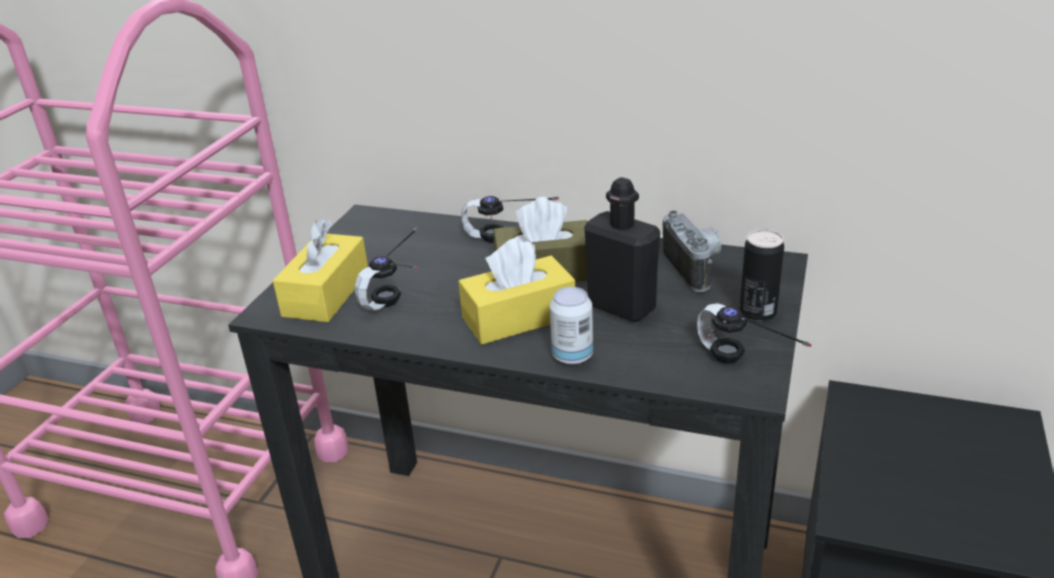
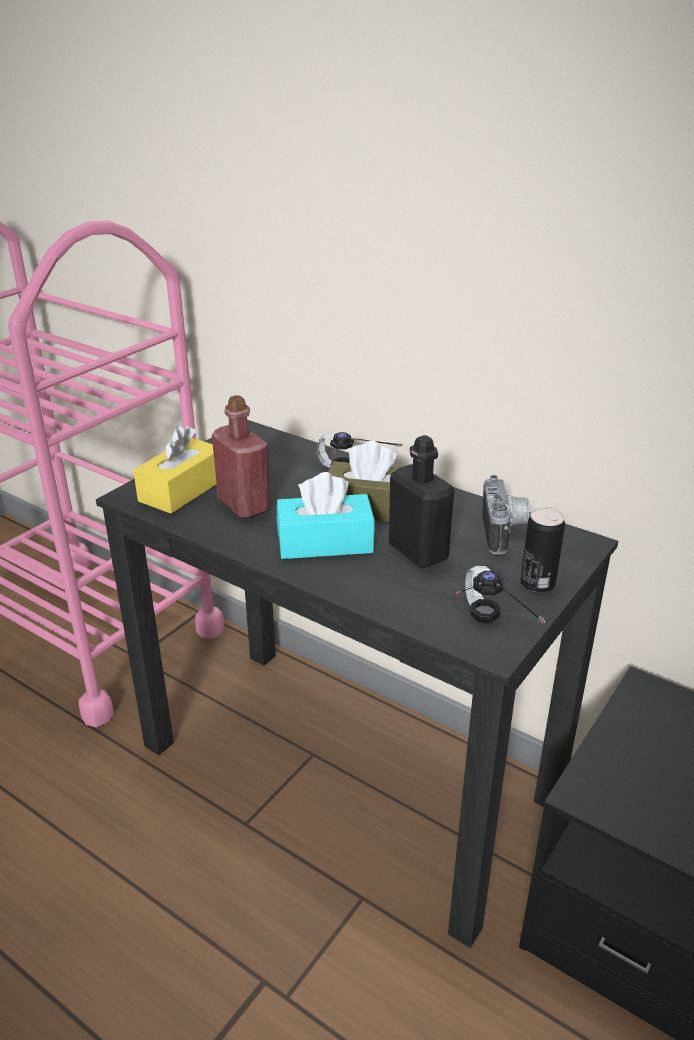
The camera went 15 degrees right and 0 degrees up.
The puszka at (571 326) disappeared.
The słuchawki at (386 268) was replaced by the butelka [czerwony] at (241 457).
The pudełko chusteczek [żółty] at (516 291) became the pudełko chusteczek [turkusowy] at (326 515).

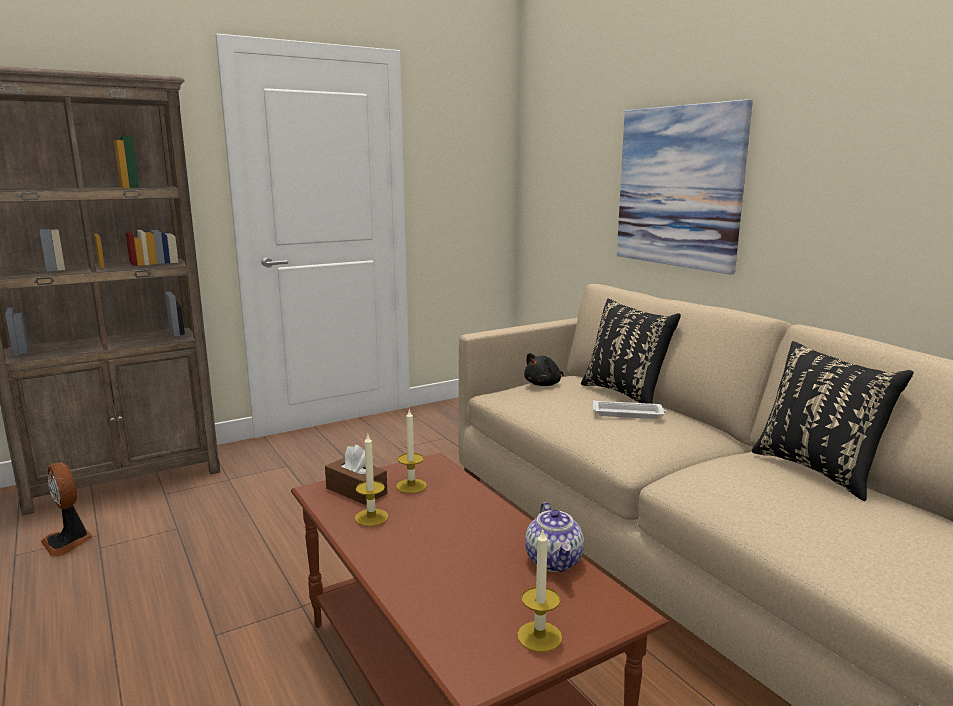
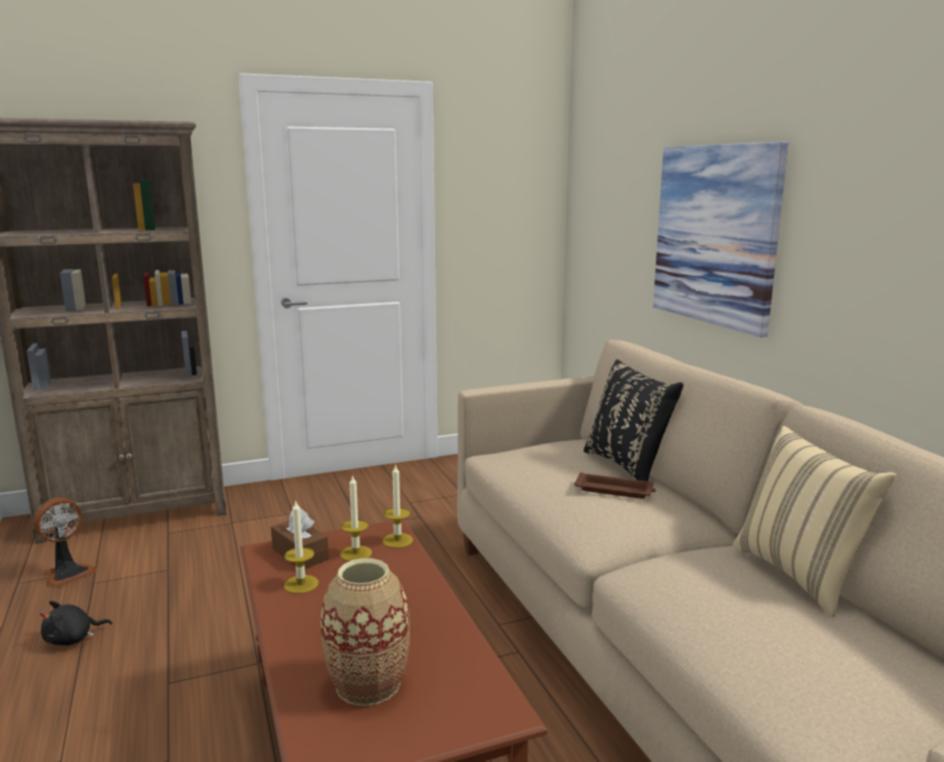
The camera went 10 degrees right and 0 degrees up.
The imbryk at (554 537) disappeared.
The wazon at (365 632) appeared.
The świeca moved from (539 590) to (397 506).
The pluszak [czarny] moved from (544 369) to (76 623).
The taca [biały] at (629 409) became the taca [brązowy] at (615 485).
The poduszka [czarny] at (833 421) became the poduszka [beżowy] at (814 521).
The wentylator at (67 510) turned 105 degrees counterclockwise.

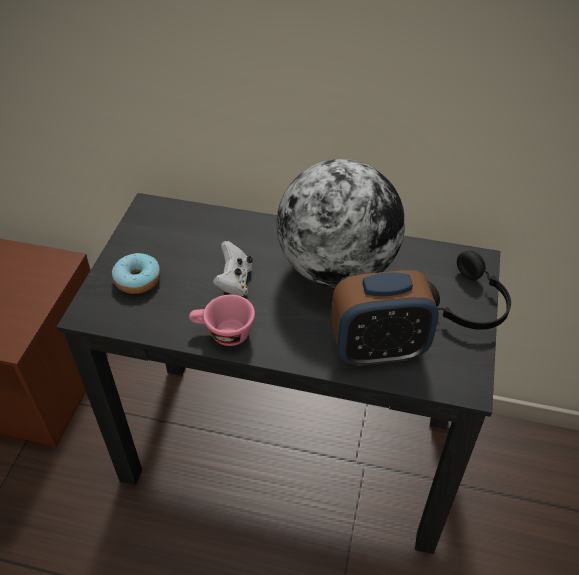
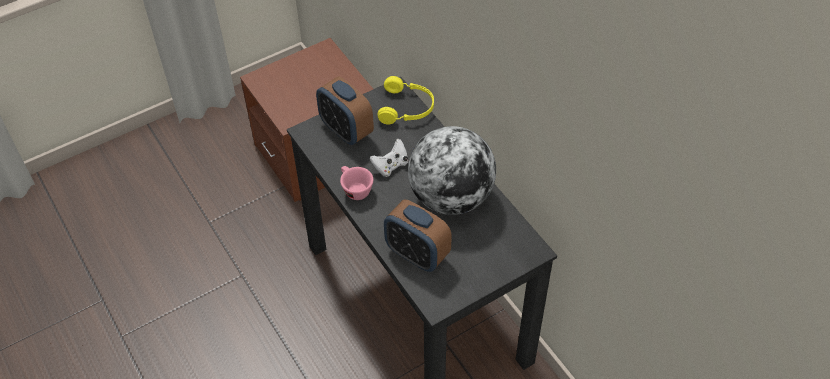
The camera went 45 degrees right and 5 degrees up.
The słuchawki [czarny] at (469 290) disappeared.
The słuchawki [żółty] at (406 100) appeared.
The donut at (136 273) was replaced by the budzik at (345 110).

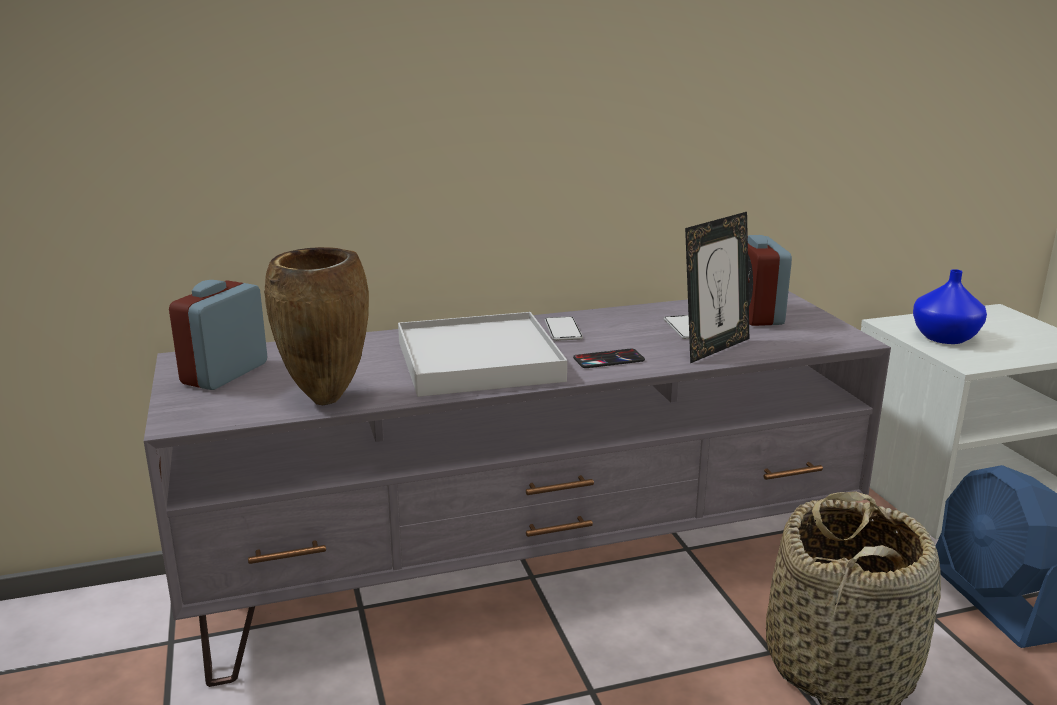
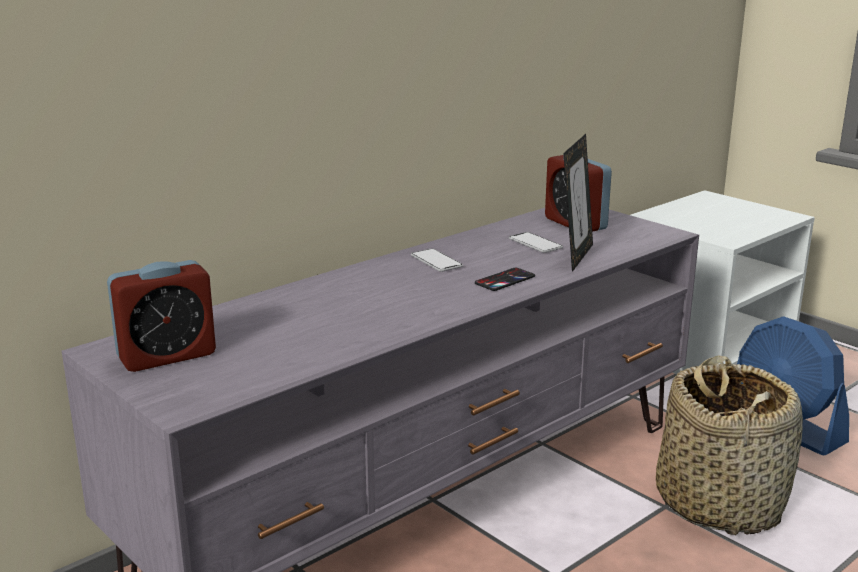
The camera went 25 degrees left and 0 degrees up.
The wazon [brązowy] at (316 326) disappeared.
The taca [biały] at (482 354) disappeared.
The wazon [niebieski] at (950 306) disappeared.
The budzik at (218 335) turned 120 degrees counterclockwise.

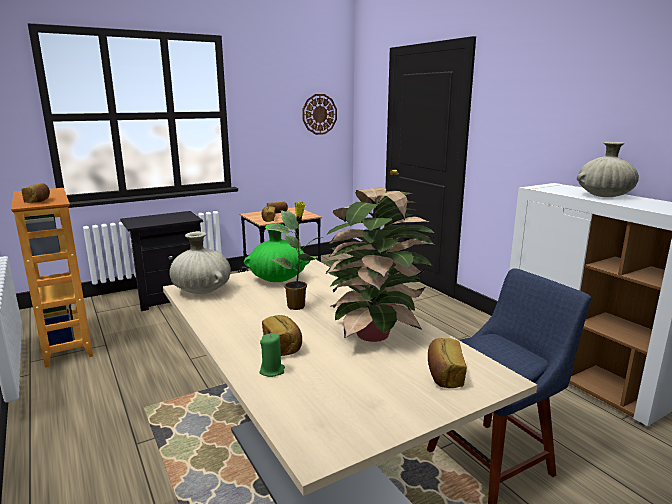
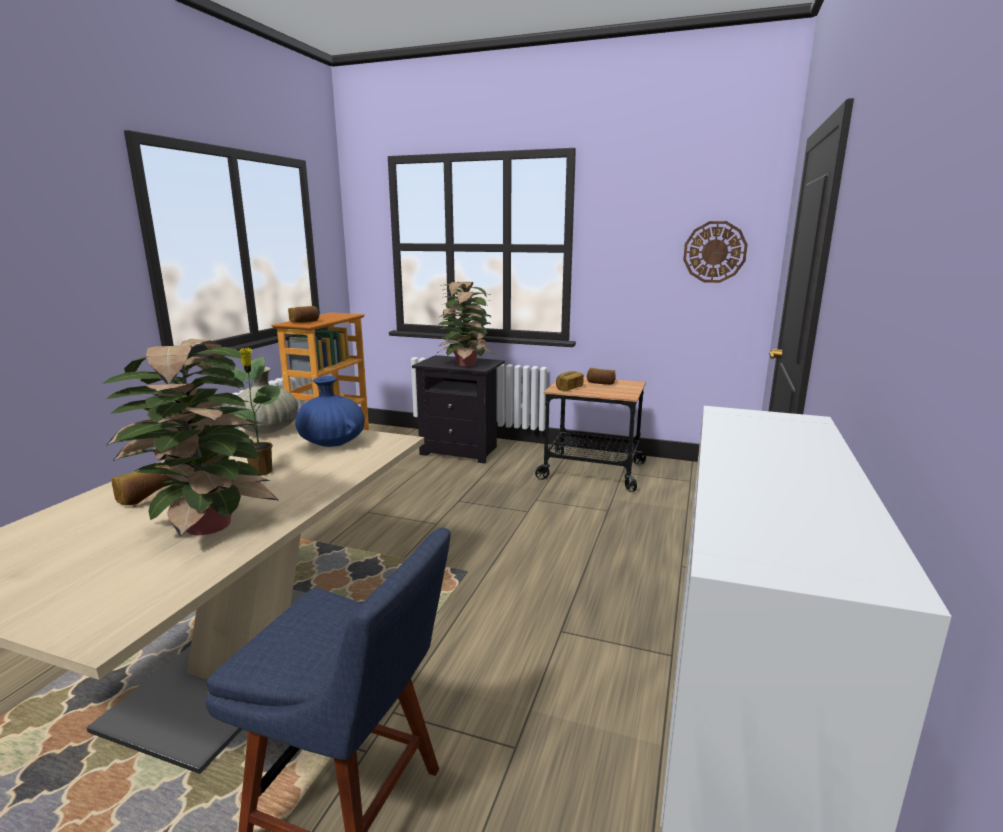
The camera went 50 degrees right and 0 degrees up.
The świeca [zielony] at (272 355) disappeared.
The chleb at (447 363) disappeared.
The wazon [beżowy] at (608 169) disappeared.
The roślina doniczkowa at (465 324) appeared.
The wazon [zielony] at (277 253) became the wazon [niebieski] at (330 411).

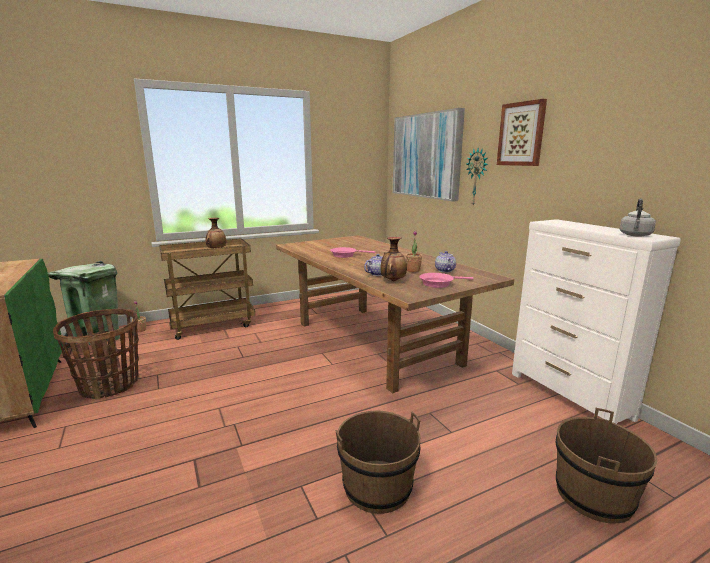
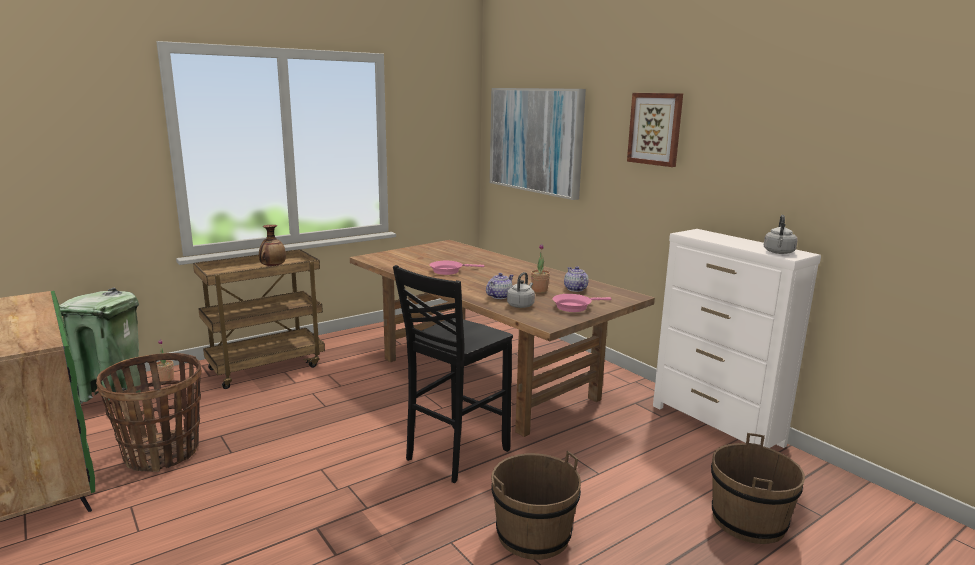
The camera went 10 degrees left and 0 degrees up.
The zegar ścienny at (477 177) disappeared.
The stołek [czarny] at (453 374) appeared.
The wazon at (393 259) was replaced by the czajnik [szary] at (521 290).

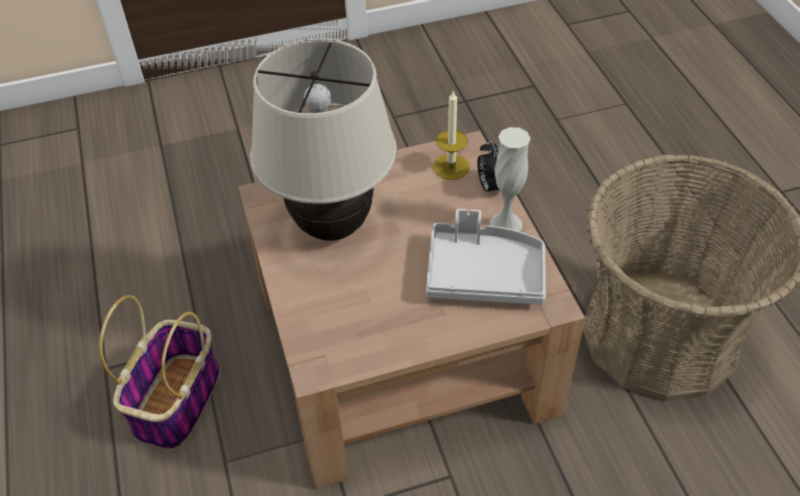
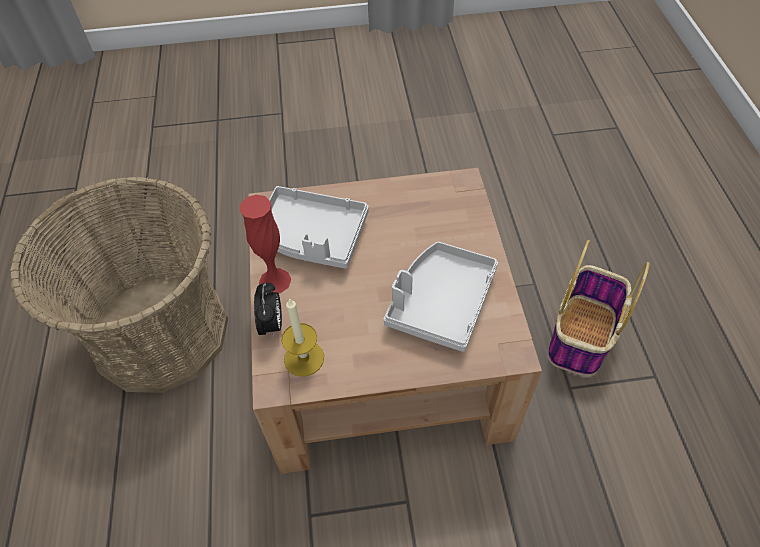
The camera went 170 degrees left and 5 degrees up.
The lampa stołowa [beżowy] at (323 139) was replaced by the taca [szary] at (441 297).
The wazon [biały] at (510 179) became the wazon [czerwony] at (265 244).

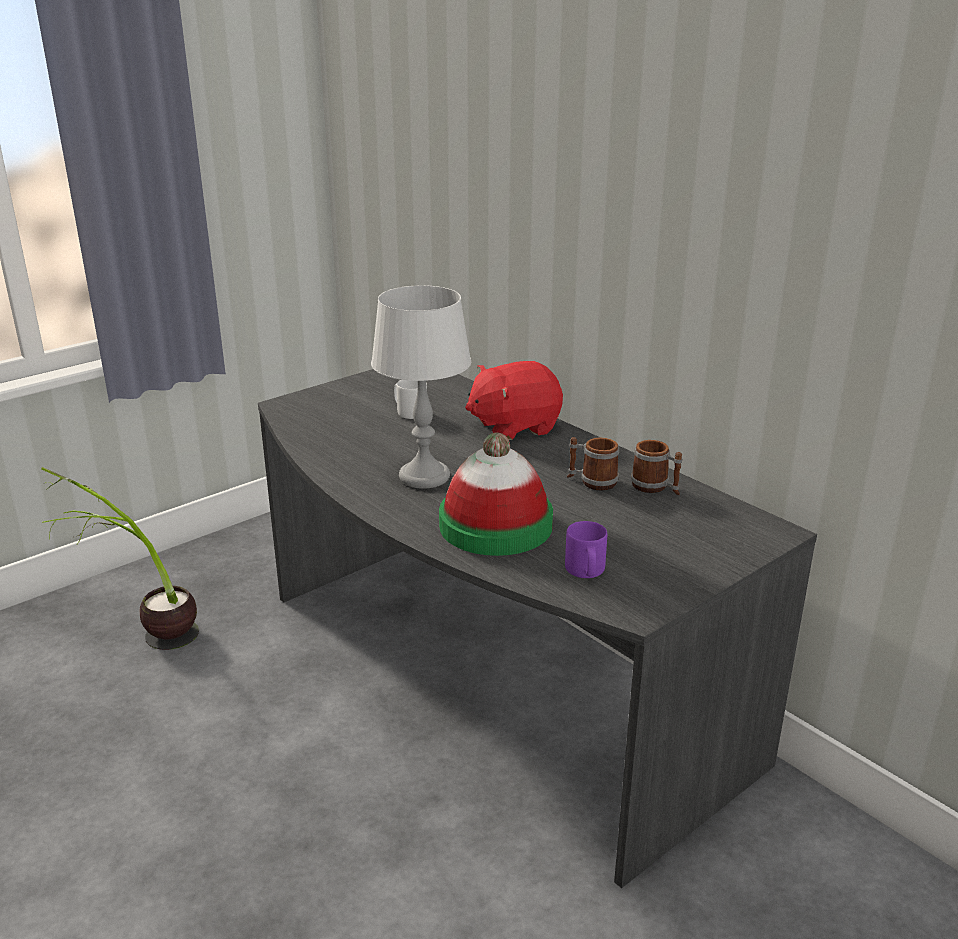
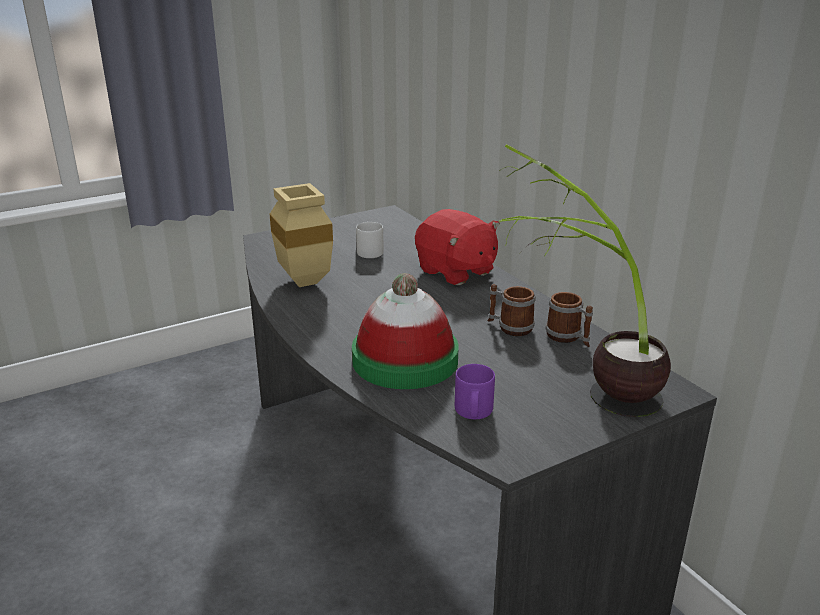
The camera went 10 degrees right and 0 degrees up.
The lampa stołowa [szary] at (421 387) disappeared.
The wazon [beżowy] at (301 235) appeared.
The roślina doniczkowa moved from (120 558) to (585 280).
The pluszak [czerwony] at (514 400) turned 120 degrees counterclockwise.

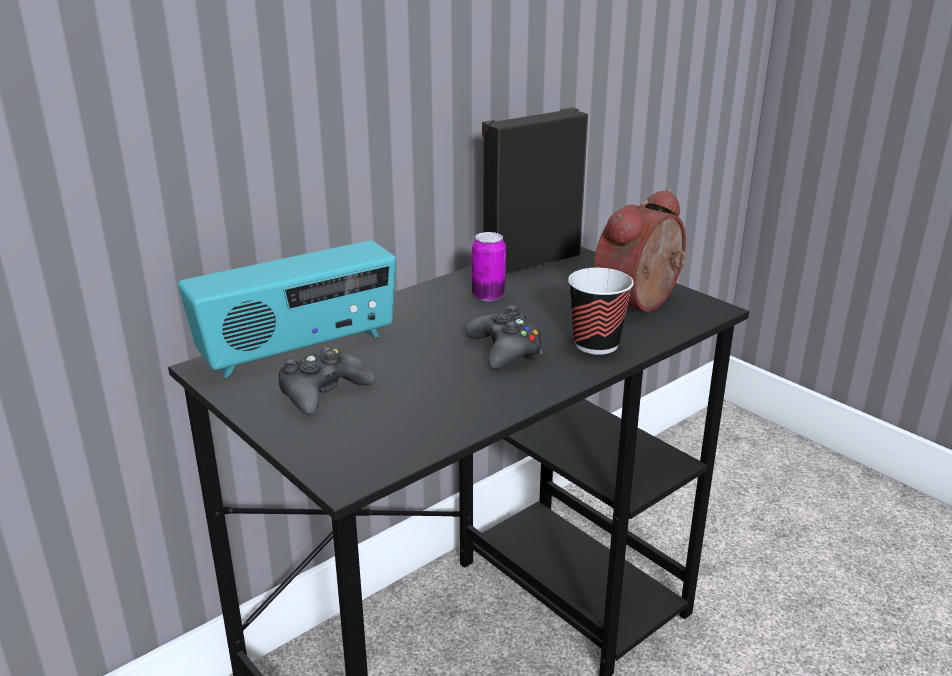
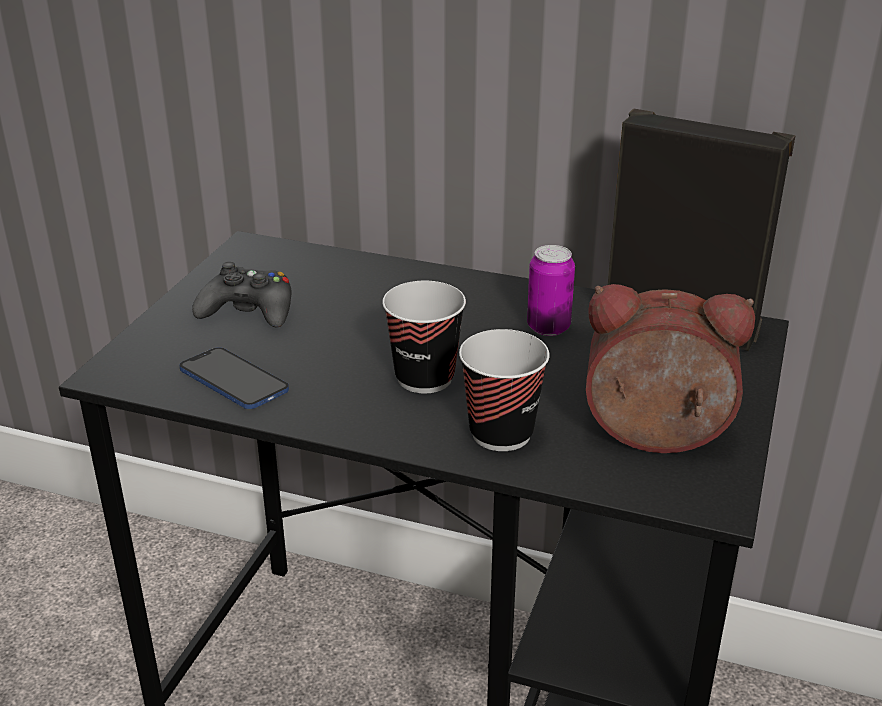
The camera went 60 degrees right and 5 degrees up.
The radio at (287 309) disappeared.
The telefon at (234 378) appeared.
The pad do gier [czarny] at (504 337) was replaced by the filiżanka at (424 337).

